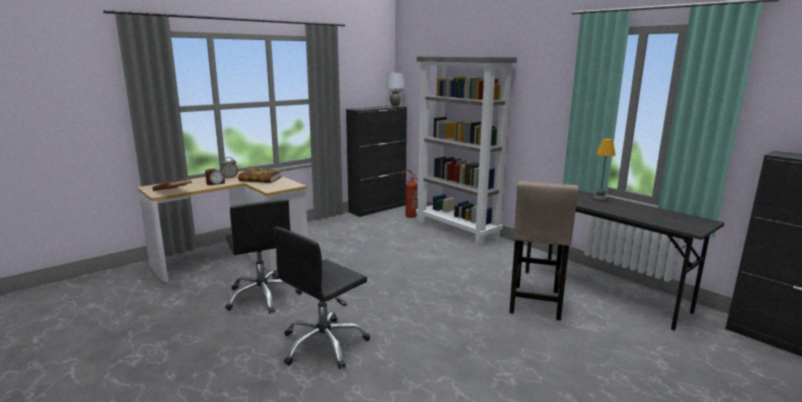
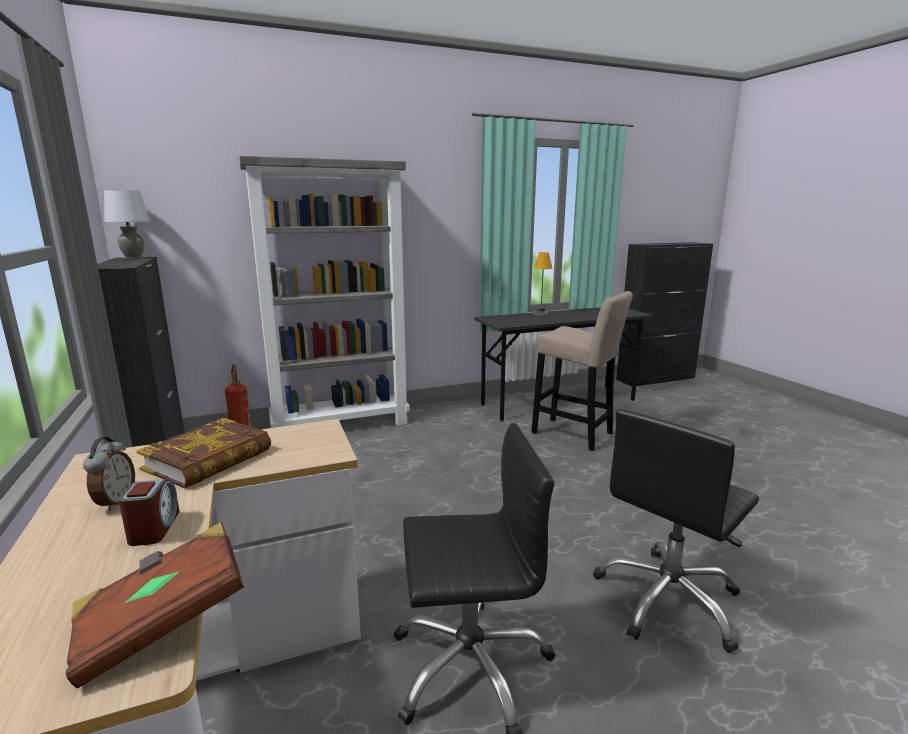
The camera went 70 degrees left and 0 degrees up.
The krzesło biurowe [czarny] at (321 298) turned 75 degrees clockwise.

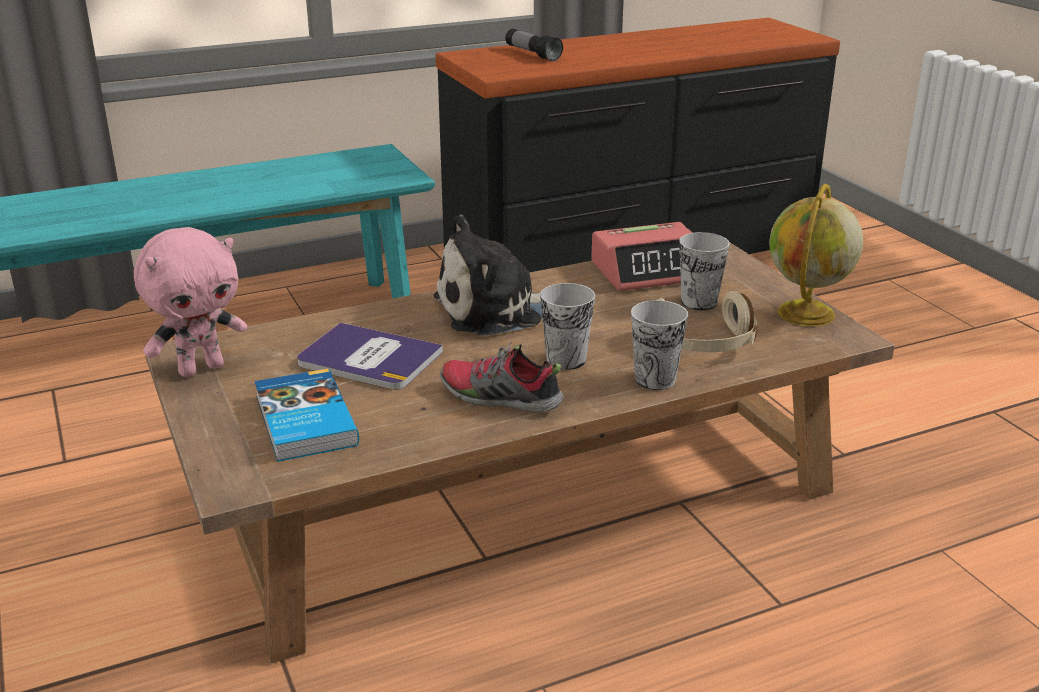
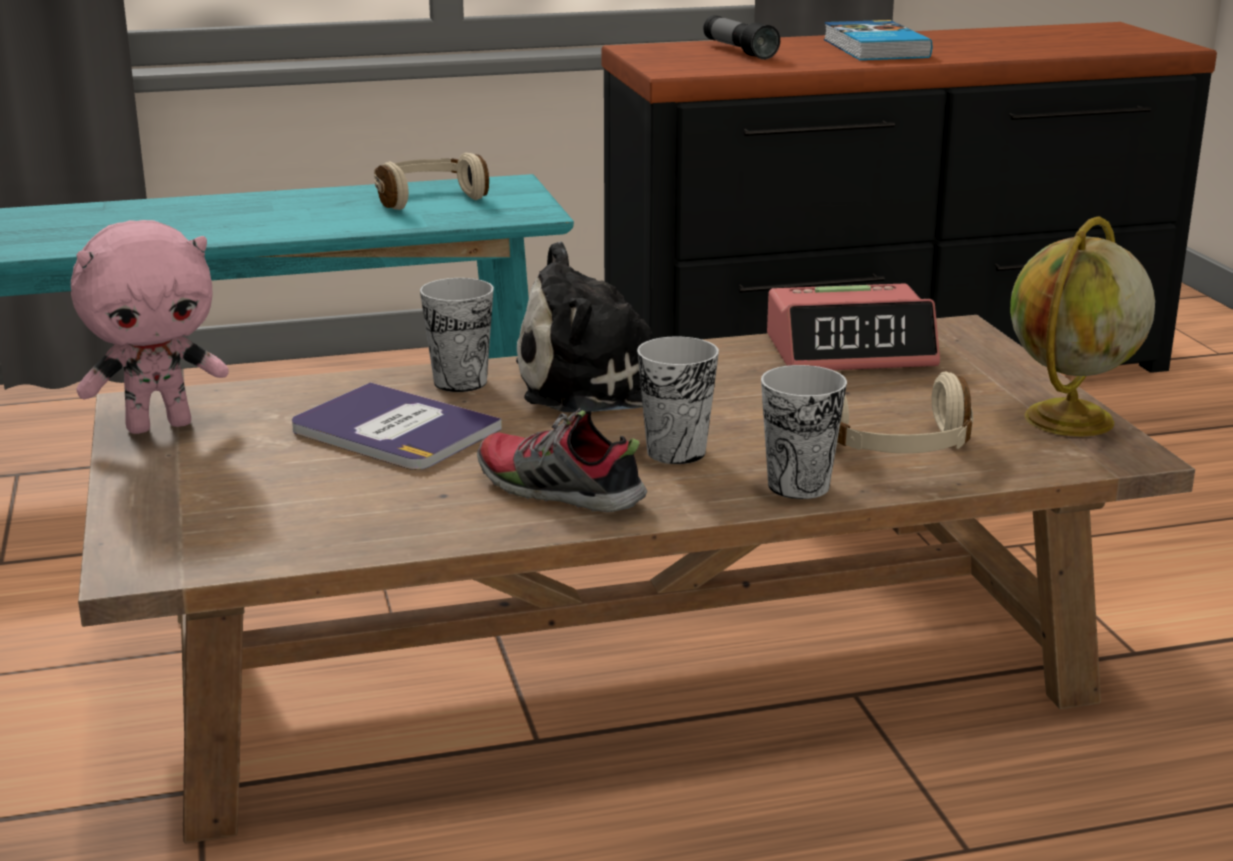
The camera went 10 degrees right and 5 degrees down.
The słuchawki [beżowy] at (431 181) appeared.
The książka moved from (307 415) to (878 40).
The filiżanka moved from (704 271) to (457 335).

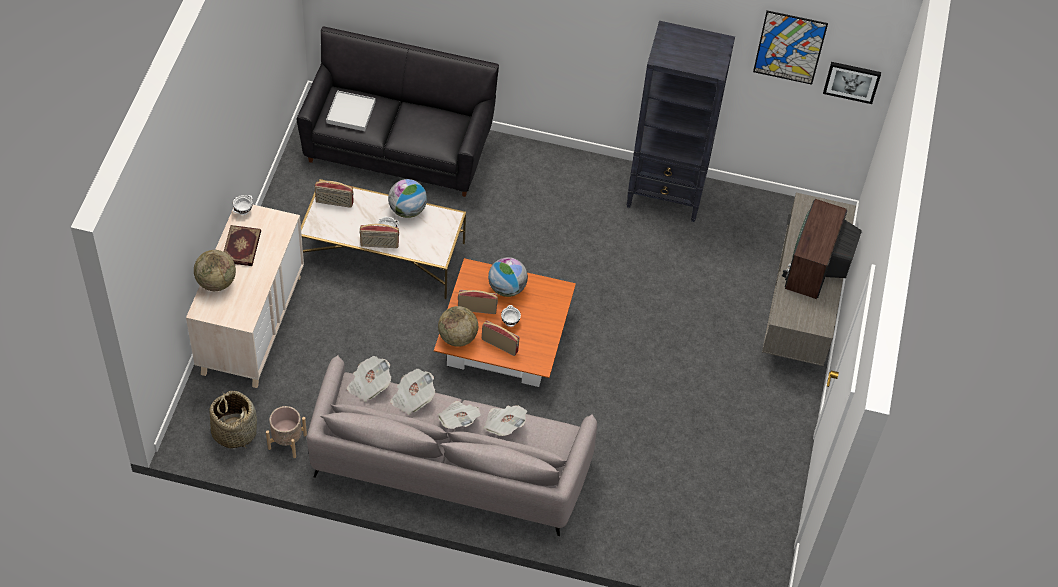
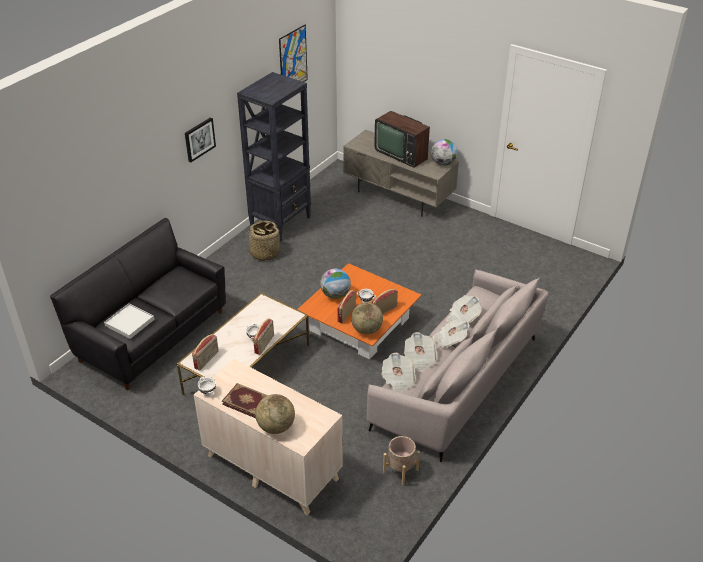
The camera went 65 degrees left and 15 degrees down.
The koszyk moved from (233 420) to (263 241).
The globus moved from (407 198) to (444 152).
The obraz moved from (852 83) to (200 140).

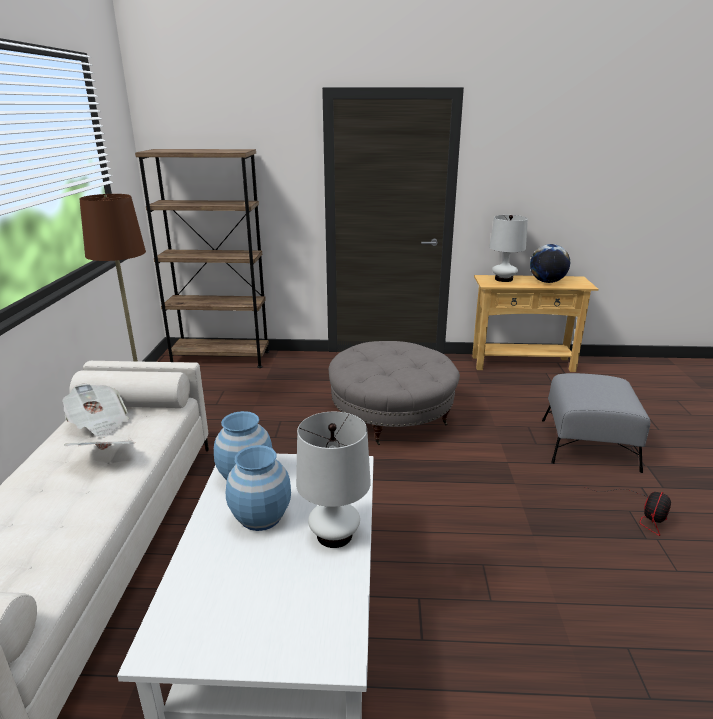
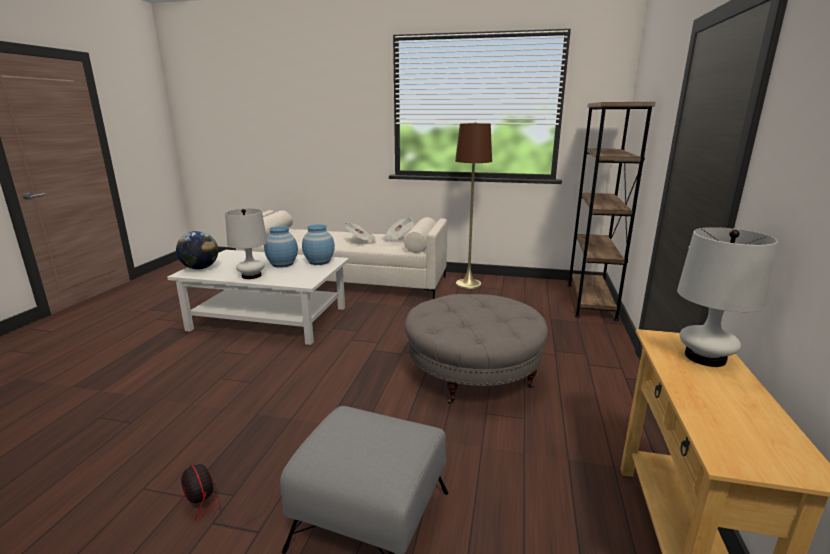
The camera went 100 degrees right and 5 degrees down.
The globus moved from (550 263) to (197 250).

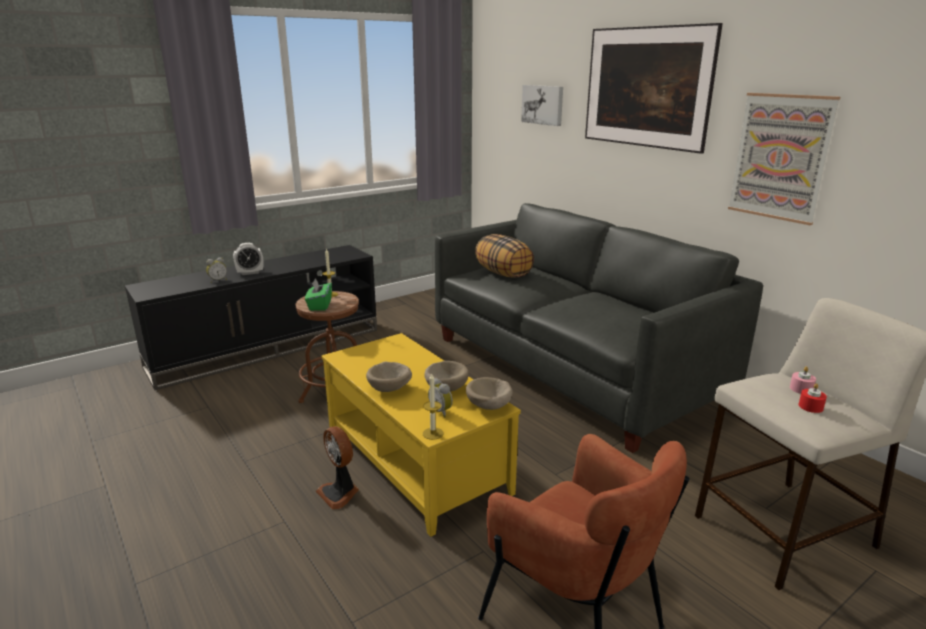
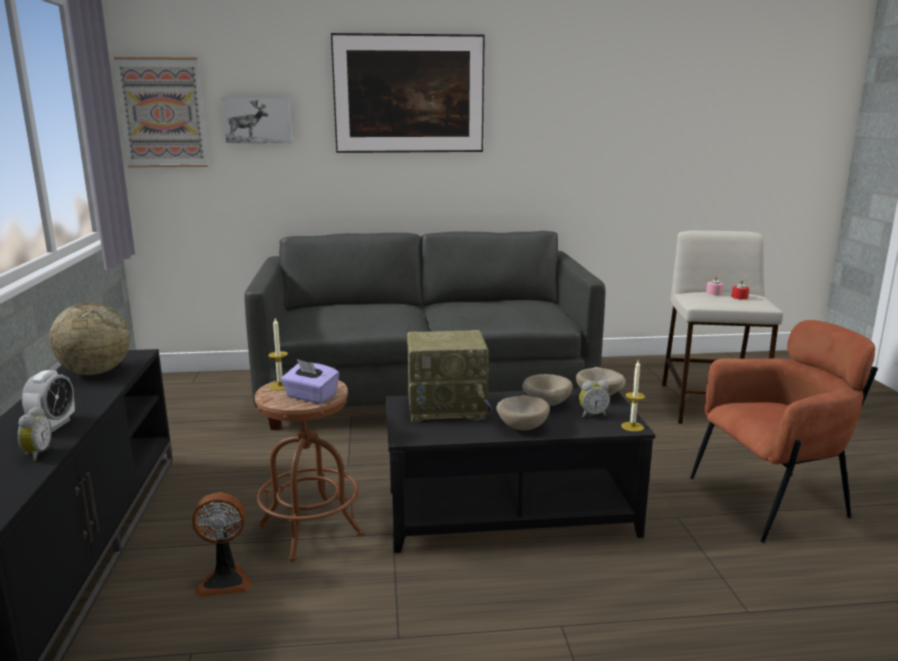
The camera went 60 degrees left and 5 degrees down.
The poduszka at (504 256) disappeared.
The globus at (89 338) appeared.
The radio at (449 376) appeared.
The wentylator moved from (337 467) to (222 545).
The obraz moved from (784 159) to (161 112).
The pudełko chusteczek [zielony] at (318 294) became the pudełko chusteczek [fioletowy] at (310 381).
The ława [żółty] at (421 435) became the ława [czarny] at (520 471).

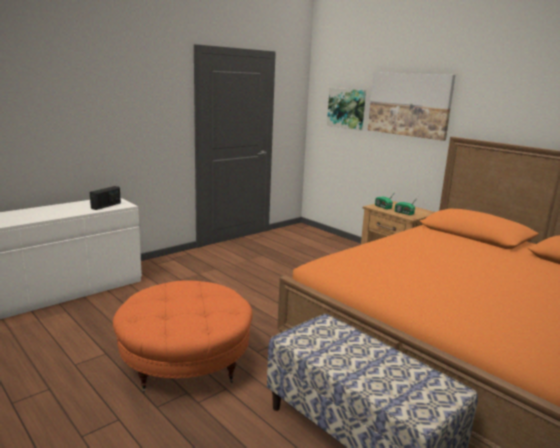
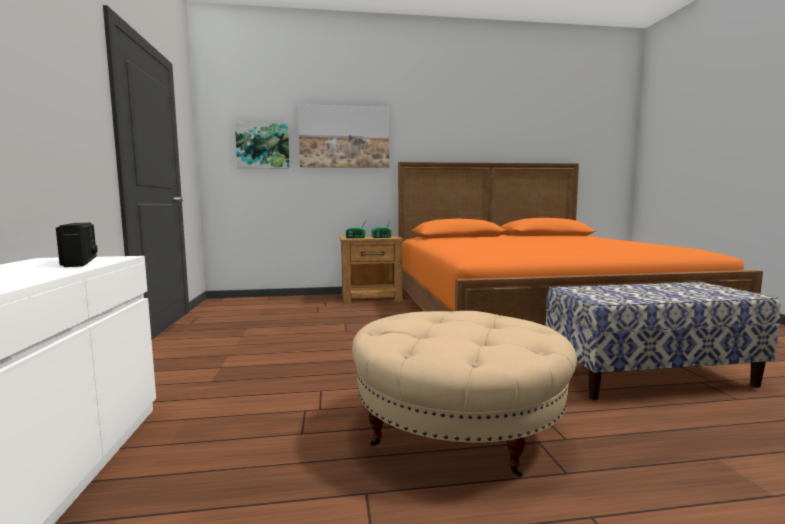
The camera went 55 degrees left and 10 degrees down.
The pufa [pomarańczowy] at (183 336) became the pufa [beżowy] at (464 394).

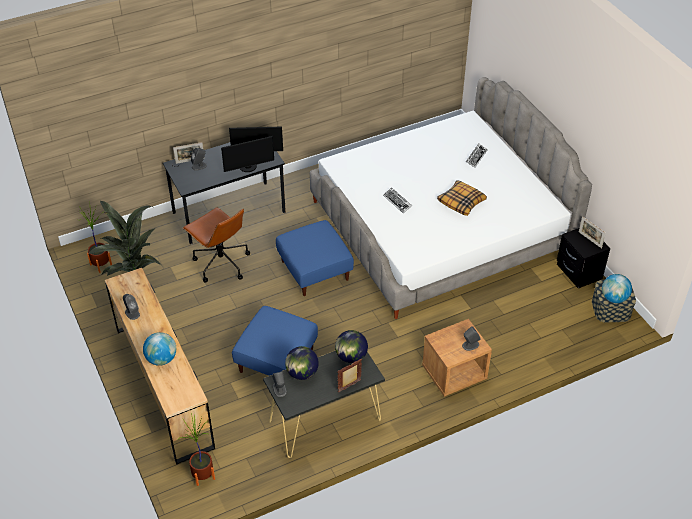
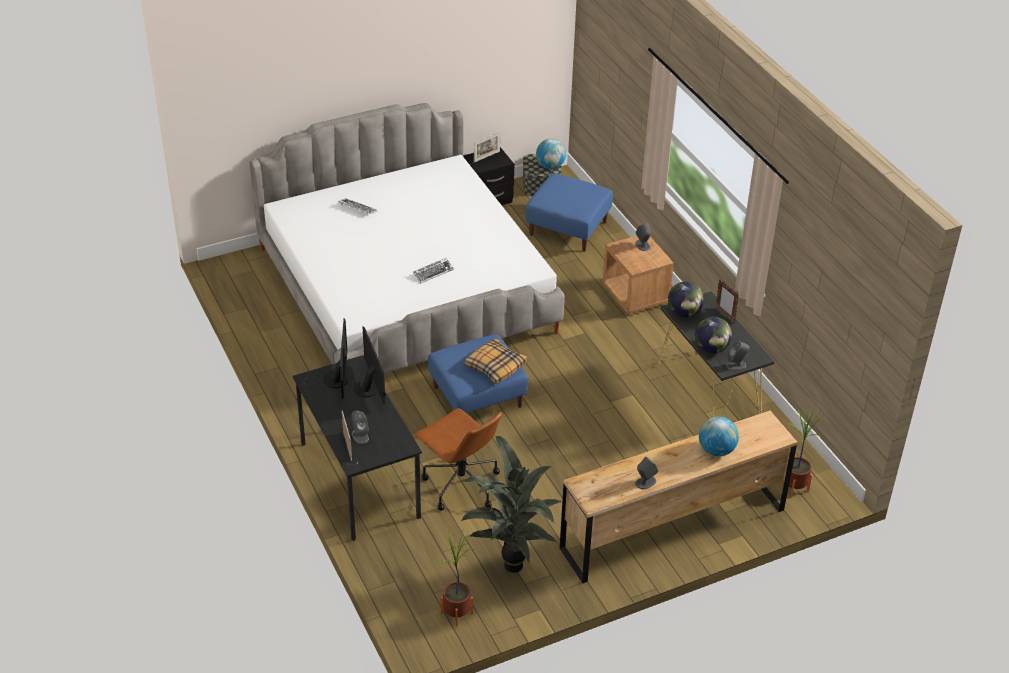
The camera went 90 degrees left and 5 degrees down.
The pufa [niebieski] moved from (275 341) to (569 213).
The poduszka moved from (462 198) to (495 361).
The krzesło biurowe [brązowy] at (216 245) turned 90 degrees clockwise.

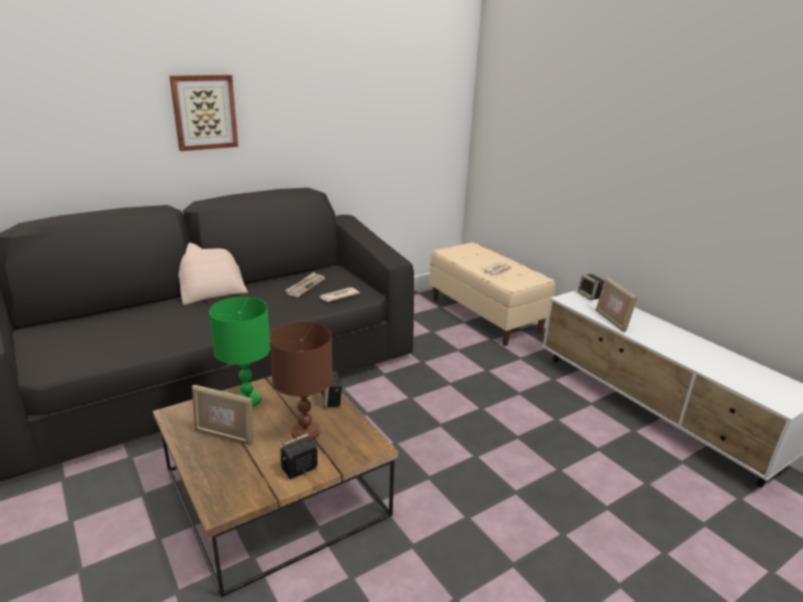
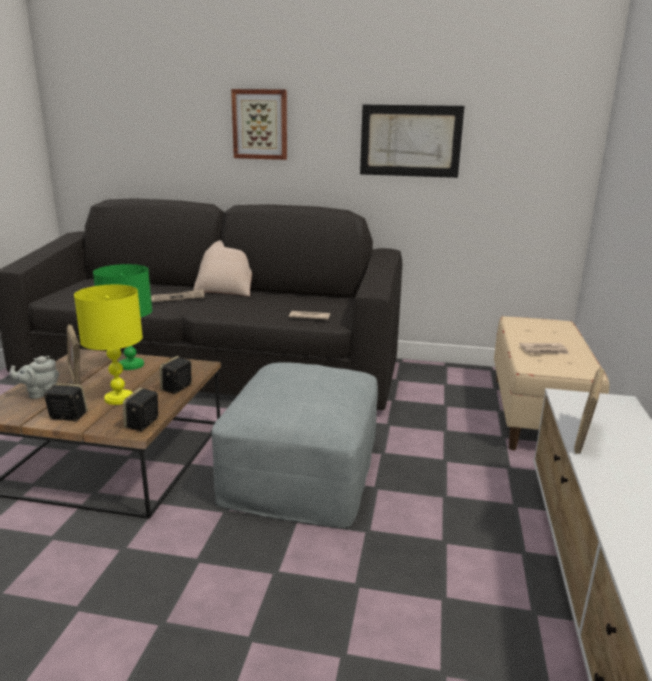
The camera went 45 degrees right and 5 degrees down.
The imbryk [szary] at (34 377) appeared.
The pufa [szary] at (295 445) appeared.
The obraz at (412 141) appeared.
The gazeta moved from (305 284) to (177 295).
The głośnik moved from (591 287) to (140 409).
The lampa stołowa [brązowy] at (301 381) became the lampa stołowa [żółty] at (108 345).

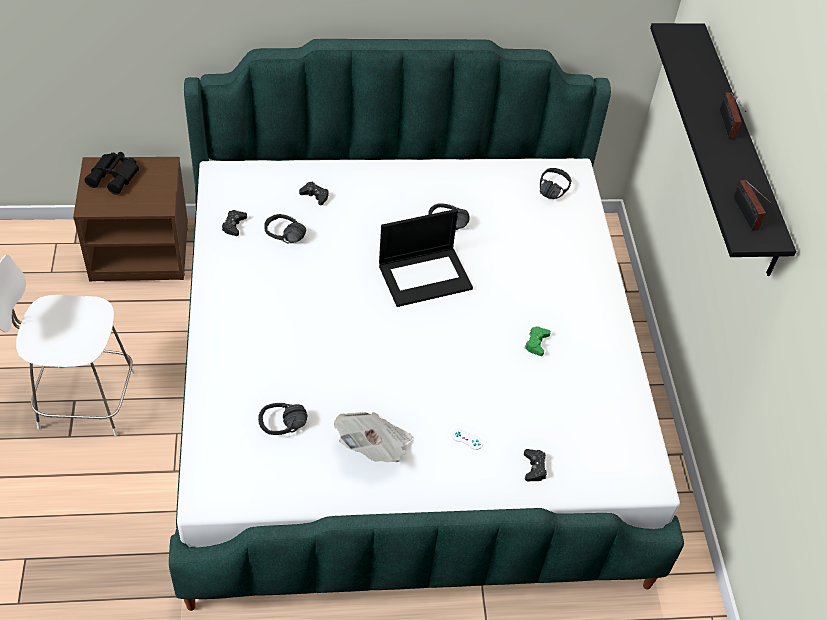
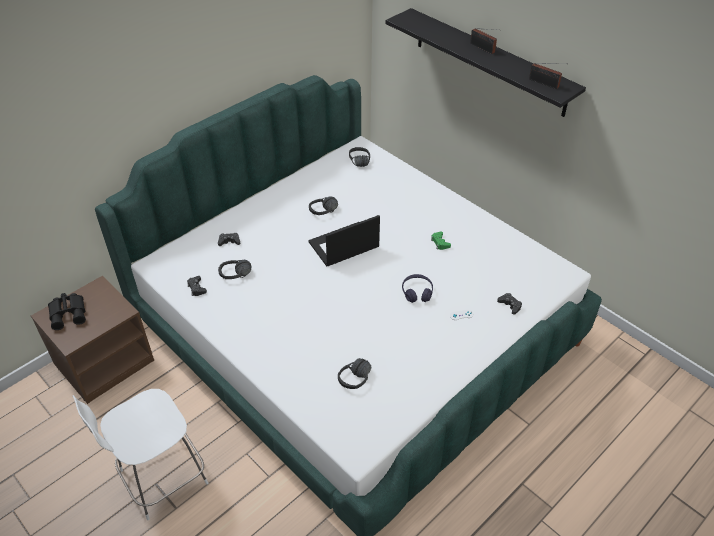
The camera went 35 degrees left and 5 degrees down.
The gazeta at (373 437) disappeared.
The słuchawki [fioletowy] at (417 288) appeared.
The laptop at (426 258) turned 150 degrees counterclockwise.

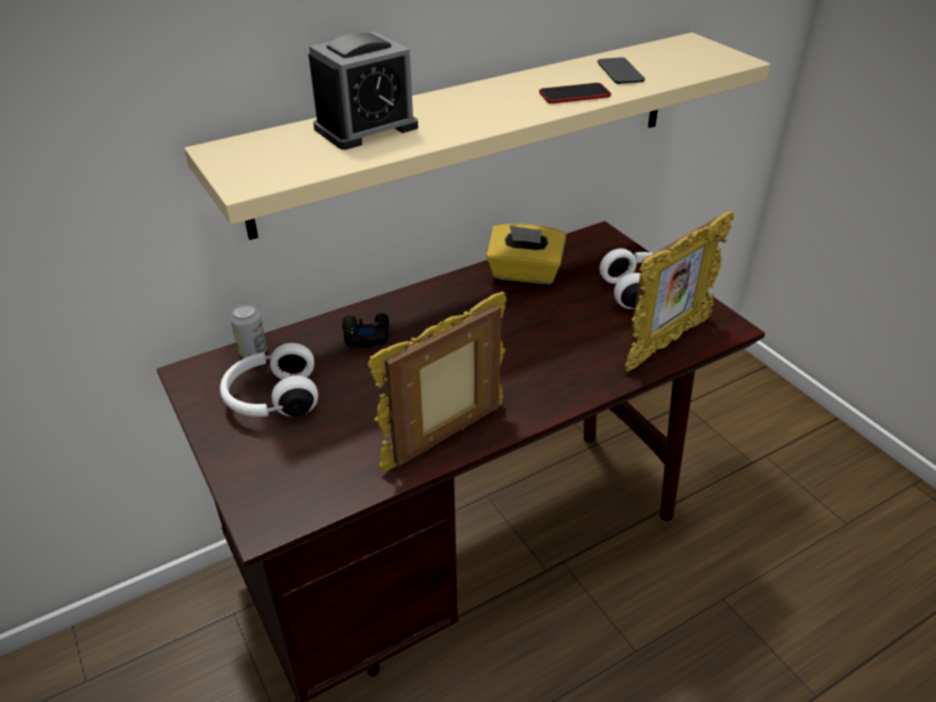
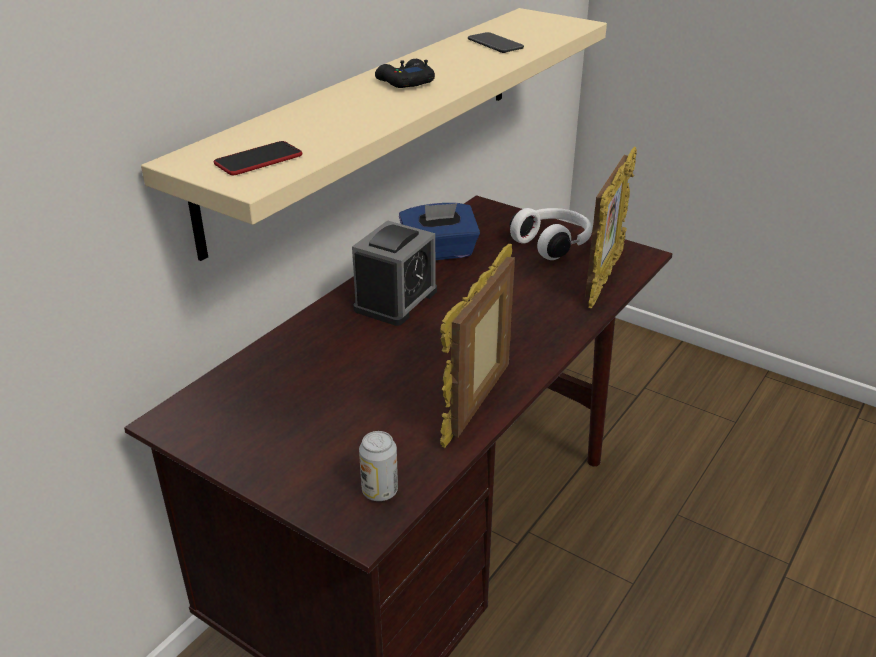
The camera went 25 degrees left and 5 degrees down.
The słuchawki [biały] at (269 380) disappeared.
The puszka moved from (249 331) to (378 466).
The budzik moved from (363 91) to (394 273).
The pad do gier [czarny] moved from (365 330) to (405 73).
The telefon moved from (575 93) to (258 158).
The pudełko chusteczek [żółty] at (526 253) became the pudełko chusteczek [niebieski] at (439 231).

